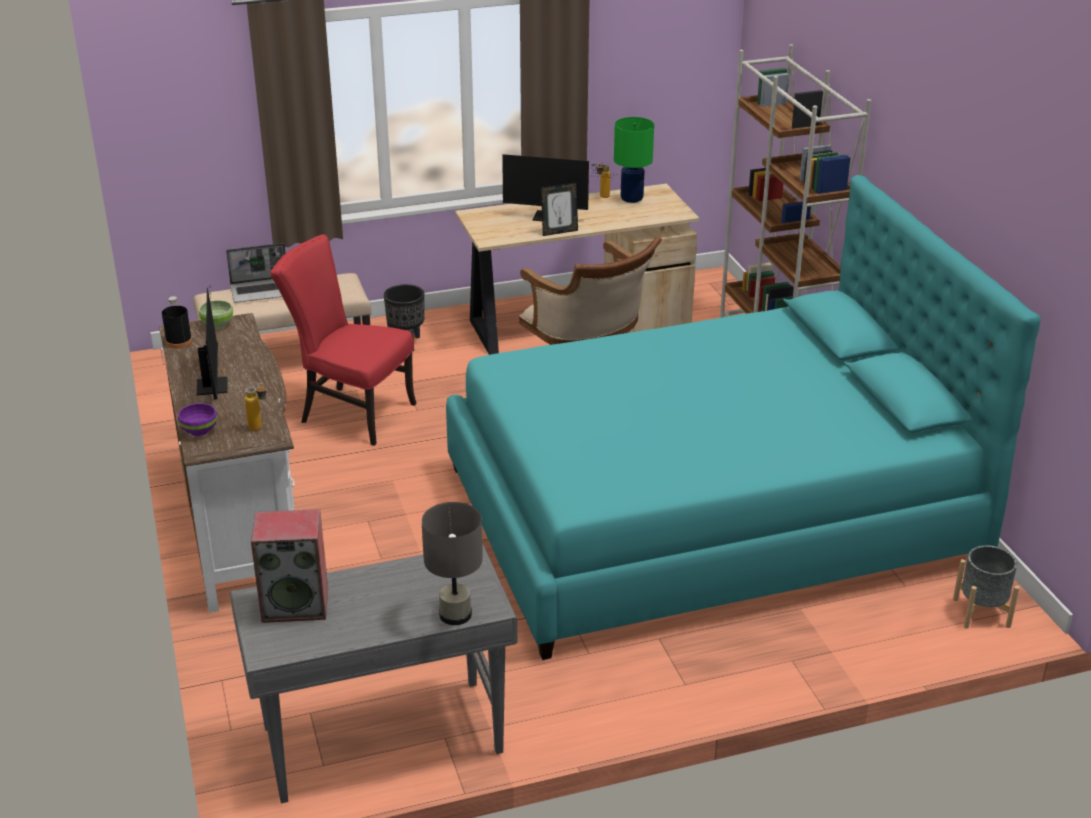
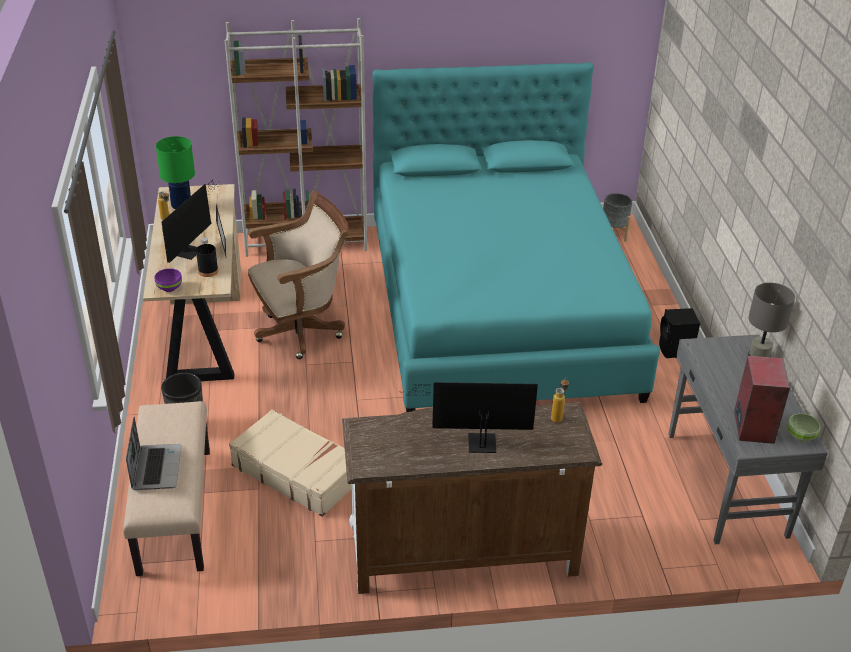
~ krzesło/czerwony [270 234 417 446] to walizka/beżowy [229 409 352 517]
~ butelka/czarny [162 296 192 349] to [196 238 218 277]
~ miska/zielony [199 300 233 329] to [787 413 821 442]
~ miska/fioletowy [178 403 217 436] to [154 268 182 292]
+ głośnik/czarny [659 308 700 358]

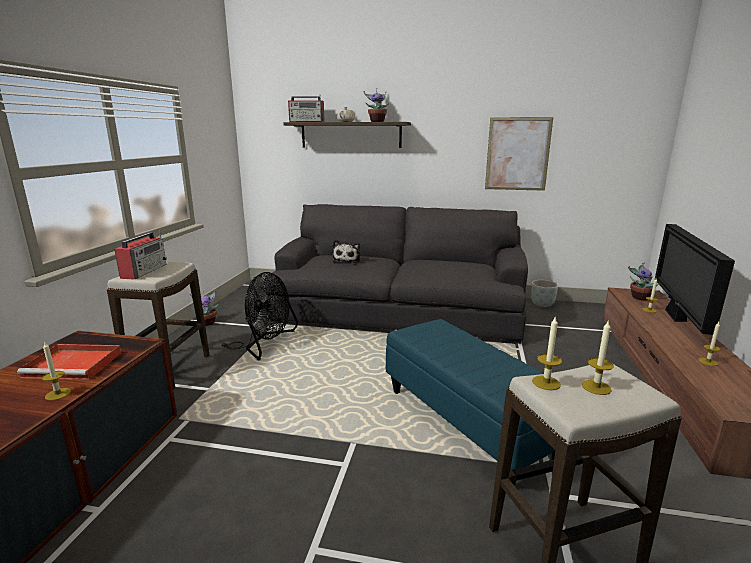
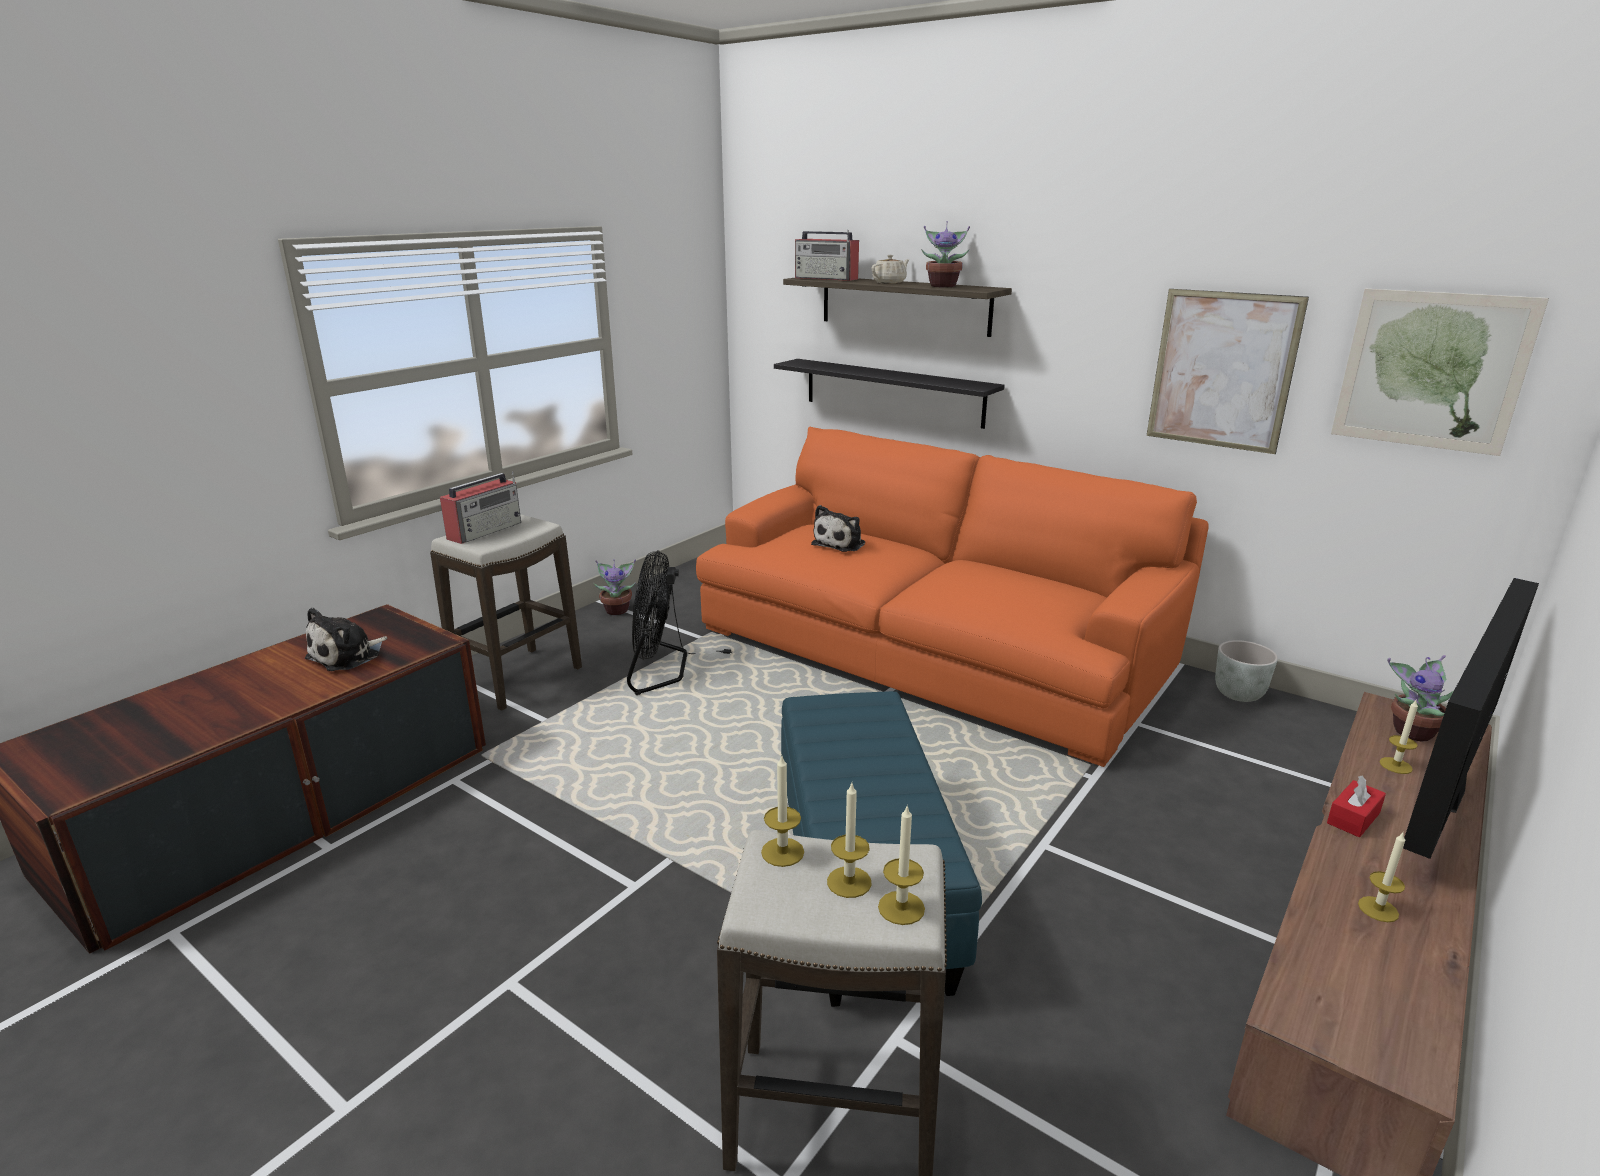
~ kanapa/szary [265 204 528 344] to kanapa/pomarańczowy [696 427 1209 767]
~ wentylator/czarny [221 272 298 361] = [627 550 733 695] 135 degrees clockwise
~ świeca [42 341 71 401] to [878 805 925 925]
~ taca/czerwony [17 344 121 380] to pluszak [305 608 387 671]
+ obraz [1331 289 1549 456]
+ półka/czarny [774 359 1005 429]
+ pudełko chusteczek/czerwony [1327 776 1386 837]

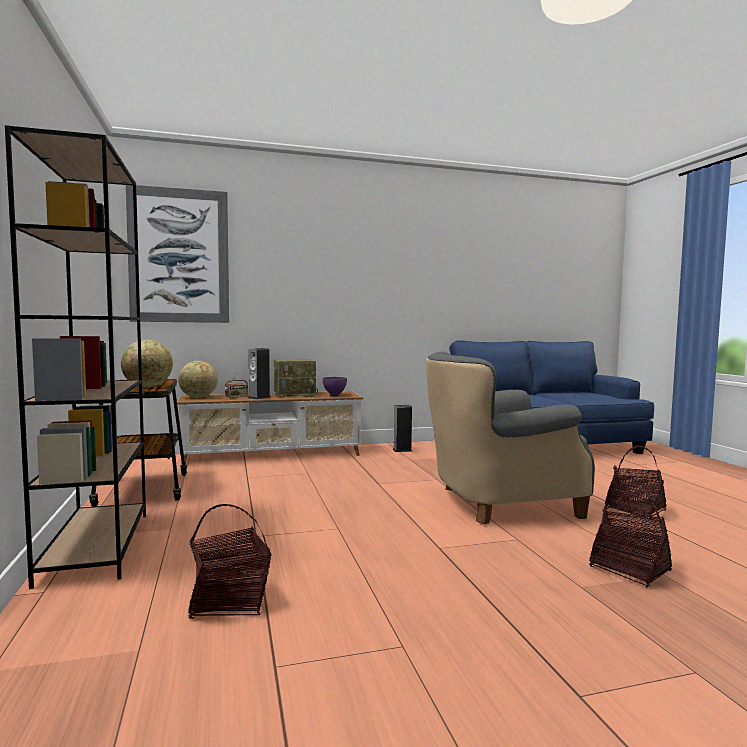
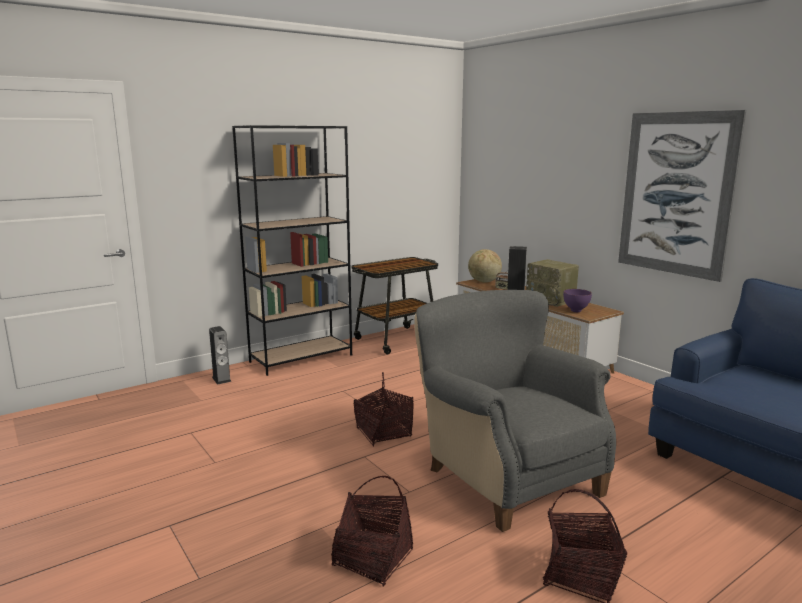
~ obraz [126 185 229 323] to [618 110 746 282]
- globus [121 340 173 388]
~ głośnik [393 405 412 452] to [209 326 232 385]
~ koszyk [188 504 272 619] to [354 372 413 446]

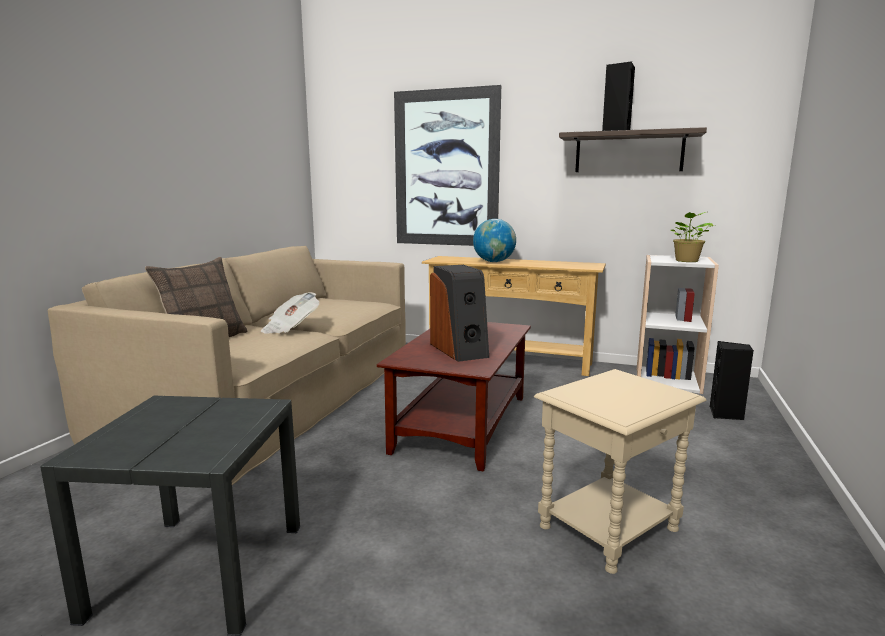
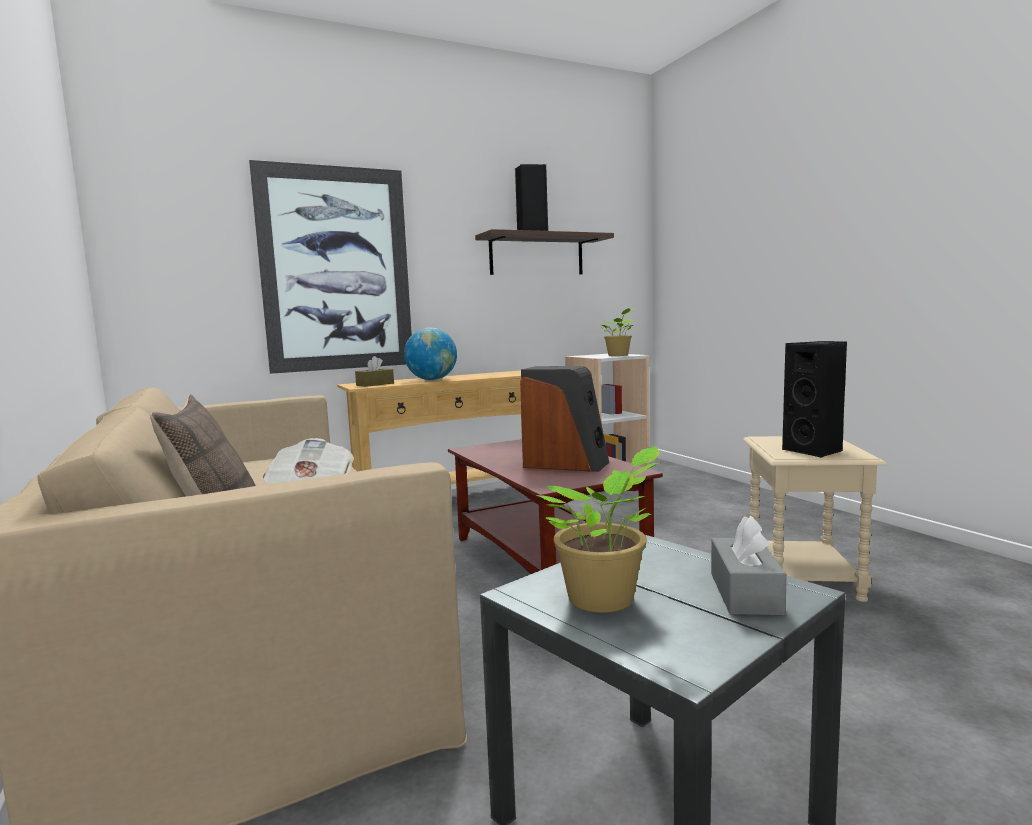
~ głośnik/czarny [710 341 754 420] to [782 341 847 458]
+ pudełko chusteczek/brązowy [355 356 394 387]
+ roślina doniczkowa [537 446 660 613]
+ pudełko chusteczek/szary [711 515 787 616]

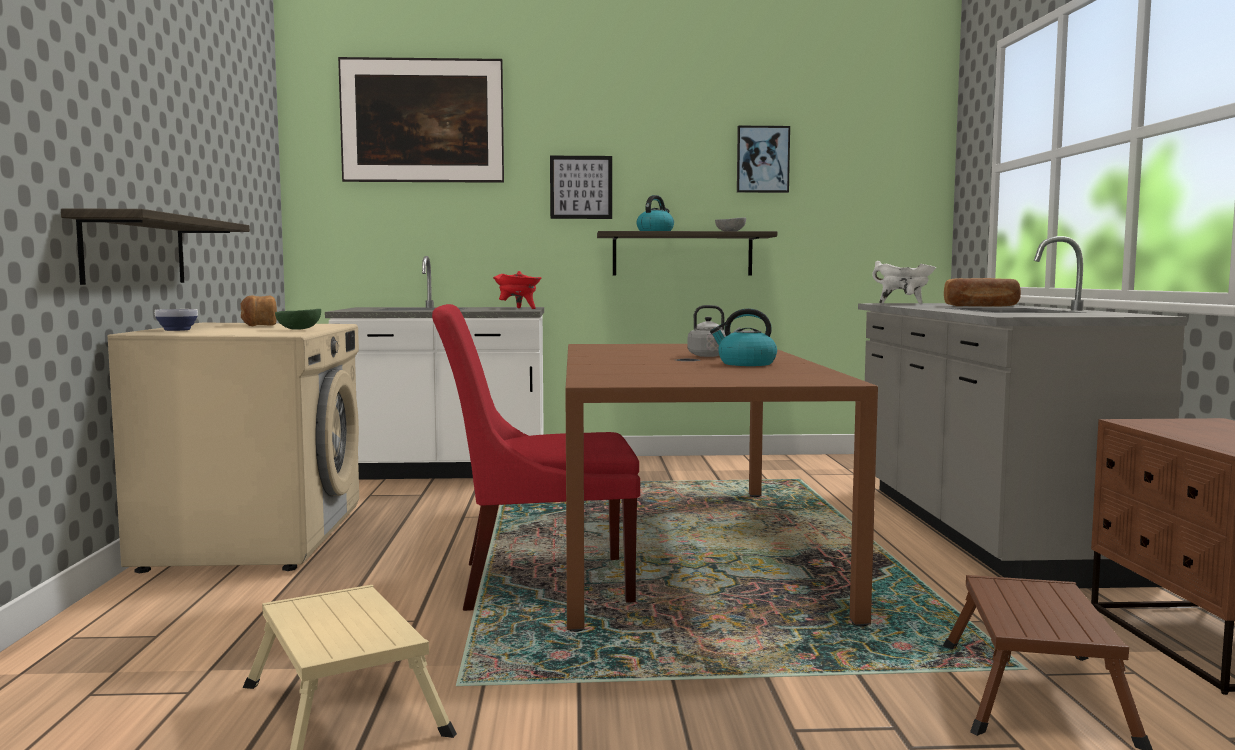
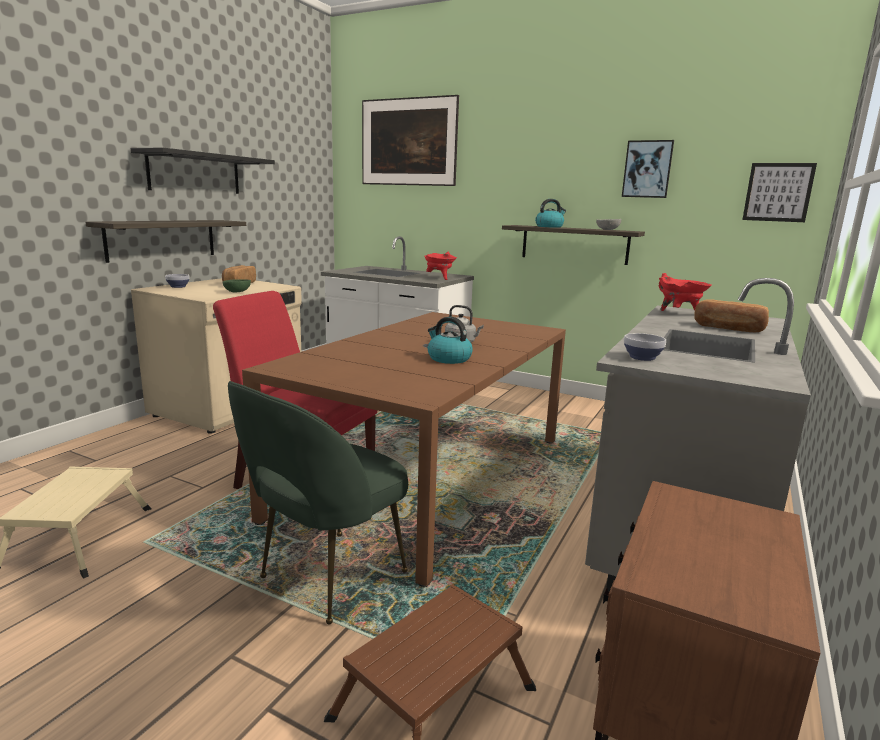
~ obraz [550 156 612 219] to [742 163 817 222]
~ garnek/biały [872 261 936 304] to garnek/czerwony [658 273 712 311]
+ półka/czarny [131 147 275 194]
+ miska [624 333 666 361]
+ krzesło/zielony [228 381 408 625]

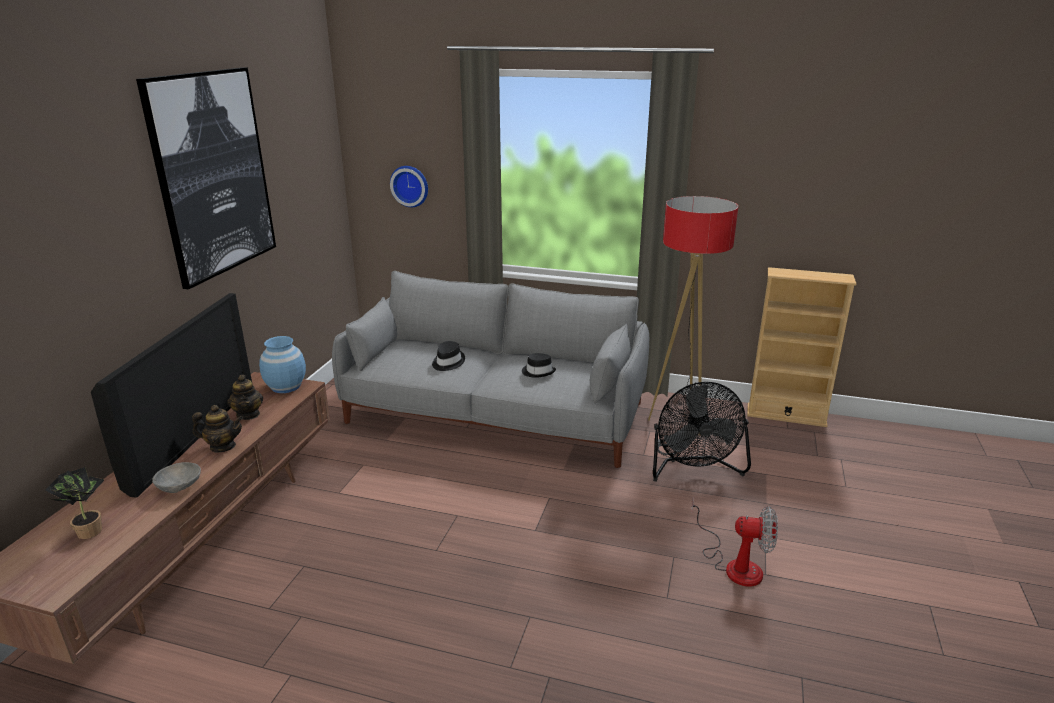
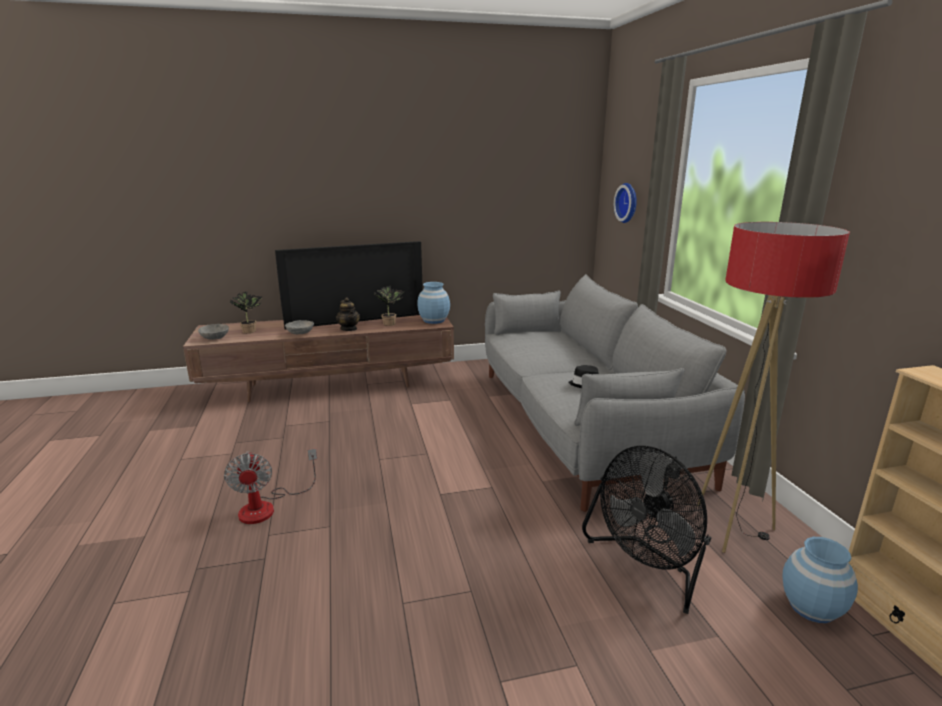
- obraz [136 67 276 289]
- kapelusz/czarny [432 341 465 371]
~ imbryk [227 375 263 420] to roślina doniczkowa [374 286 404 326]
~ wentylator [692 501 778 587] to [224 449 317 524]
+ miska/szary [198 324 229 340]
+ wazon/niebieski [782 537 858 623]

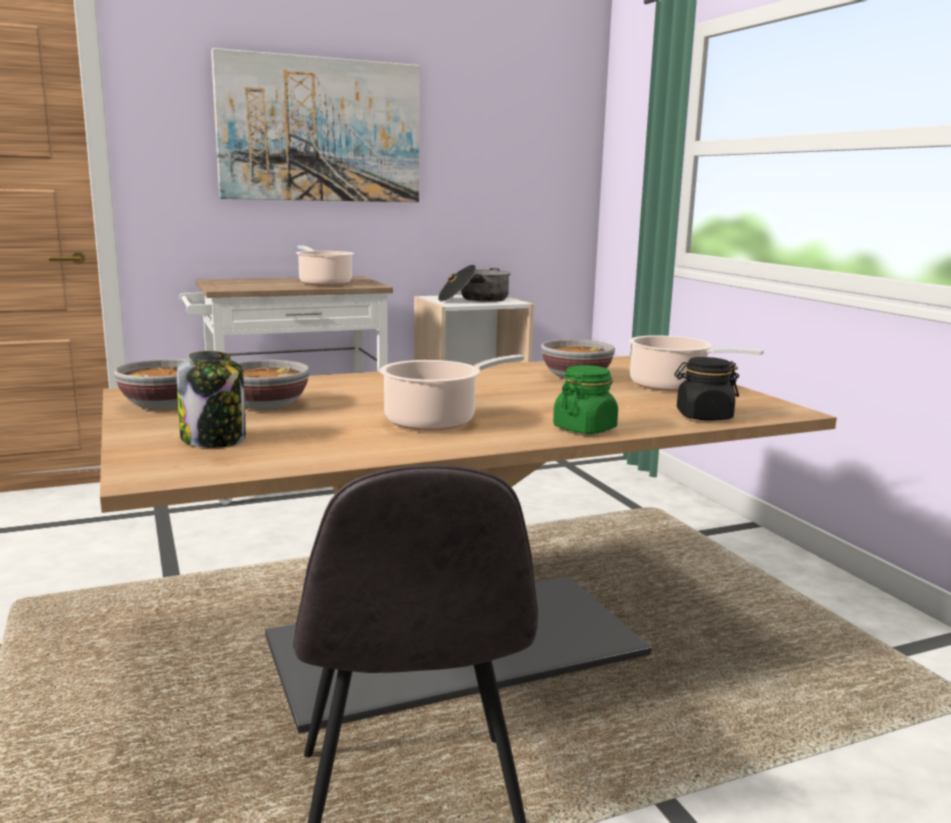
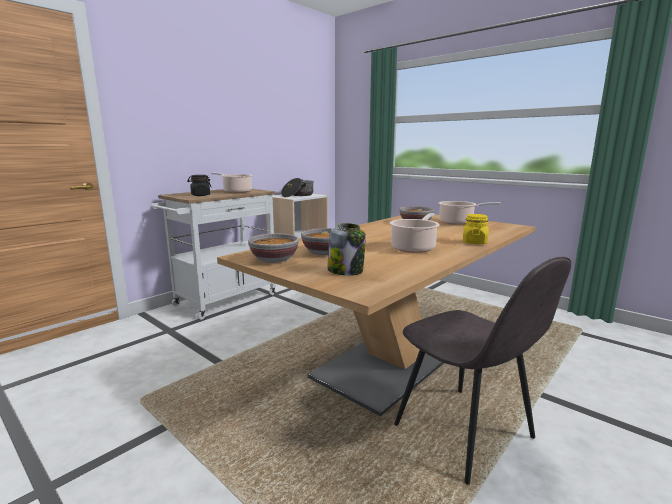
- obraz [211 48 420 202]
~ słoik/czarny [674 357 739 421] to [187 175 211 196]
~ słoik/zielony [553 365 618 434] to słoik/żółty [463 214 489 244]

